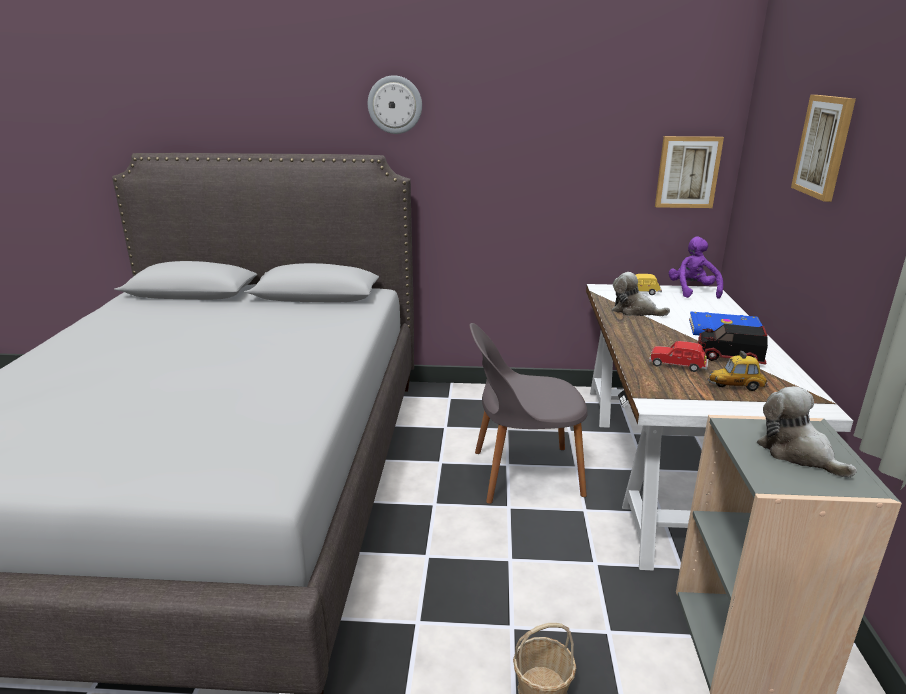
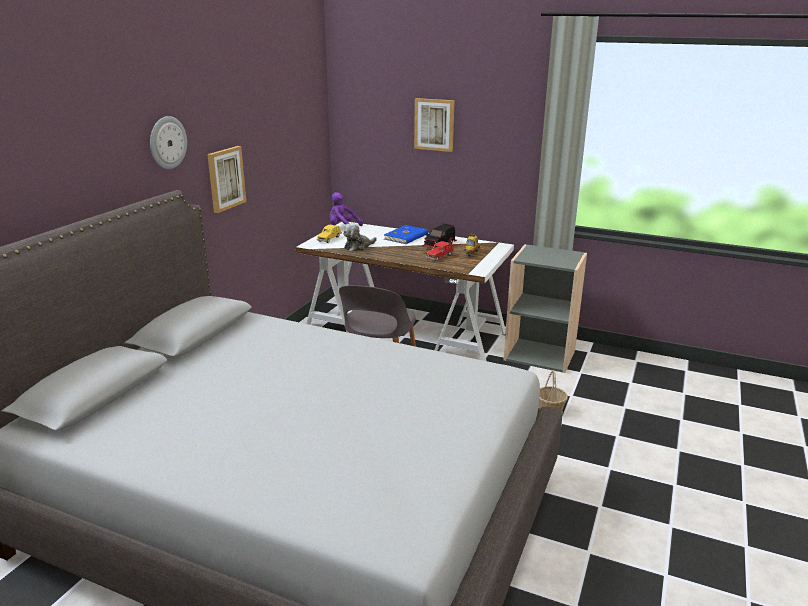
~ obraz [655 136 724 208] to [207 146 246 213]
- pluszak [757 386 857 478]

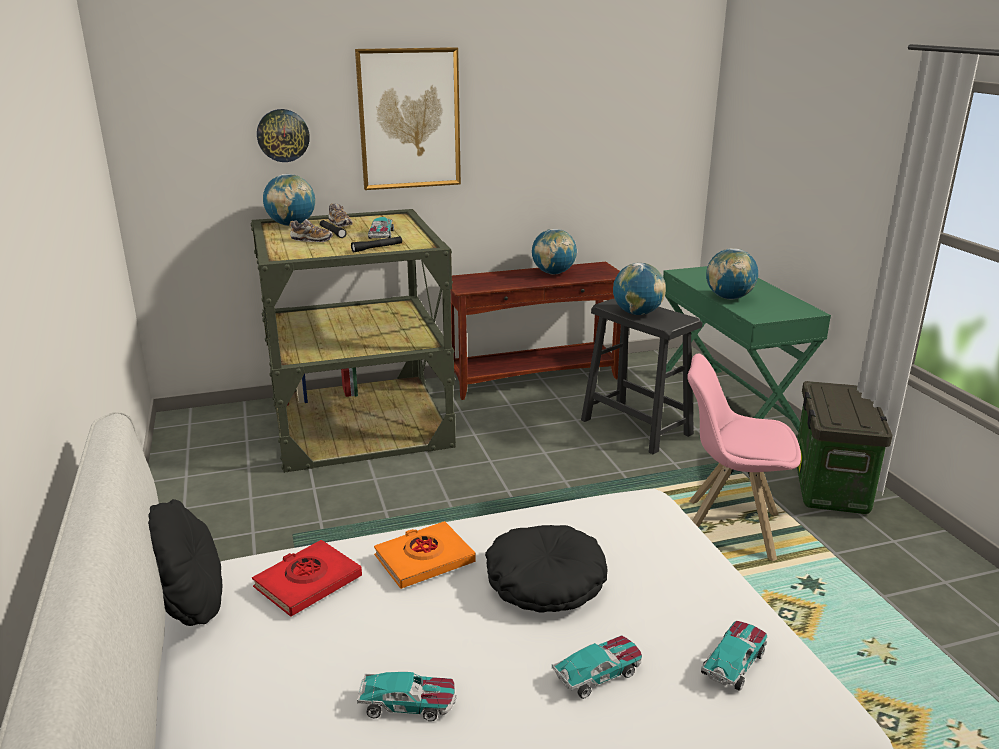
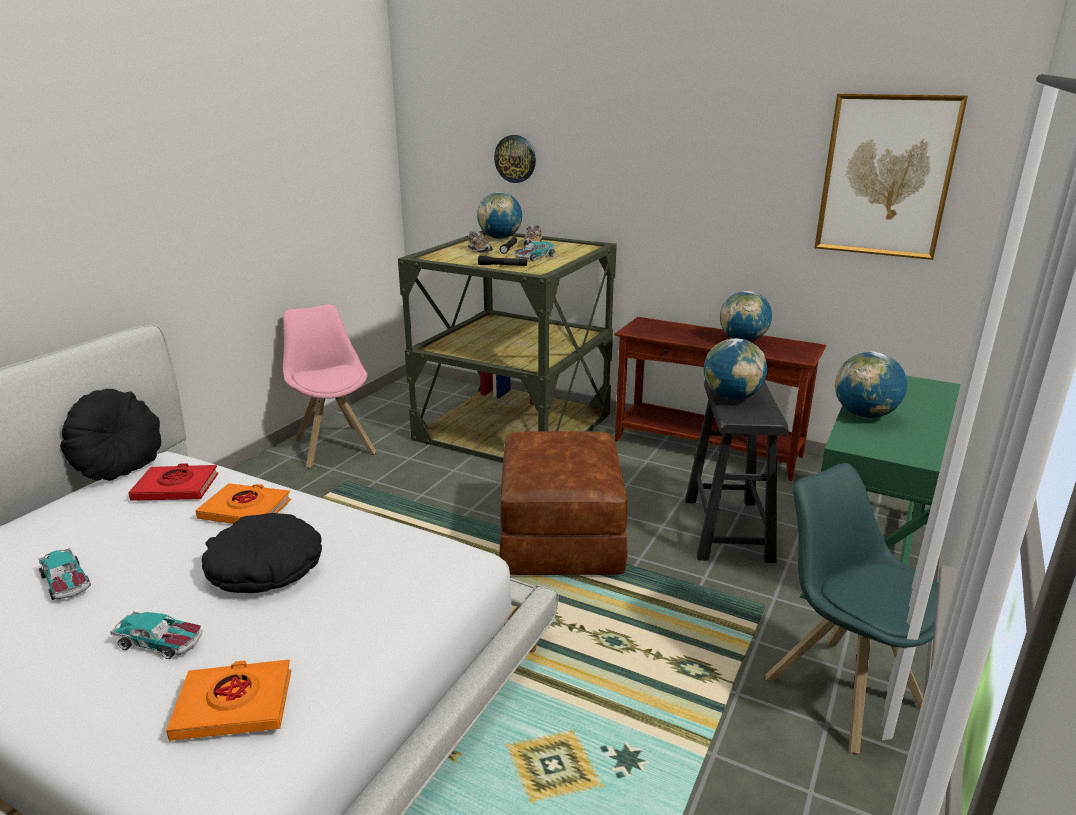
~ obraz [355 47 461 190] to [814 94 968 260]
~ krzesło/różowy [687 353 801 561] to [283 304 376 468]
~ pojemnik do przechowywania [797 381 893 514] to krzesło/turkusowy [765 463 938 754]
~ samochodzik [701 621 767 691] to książka/pomarańczowy [166 659 291 741]
+ pufa/brązowy [499 431 628 575]

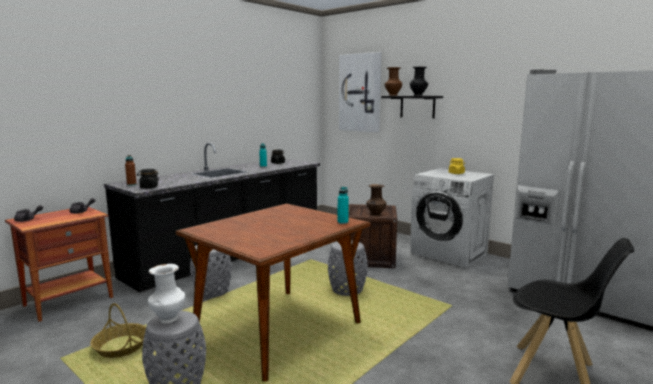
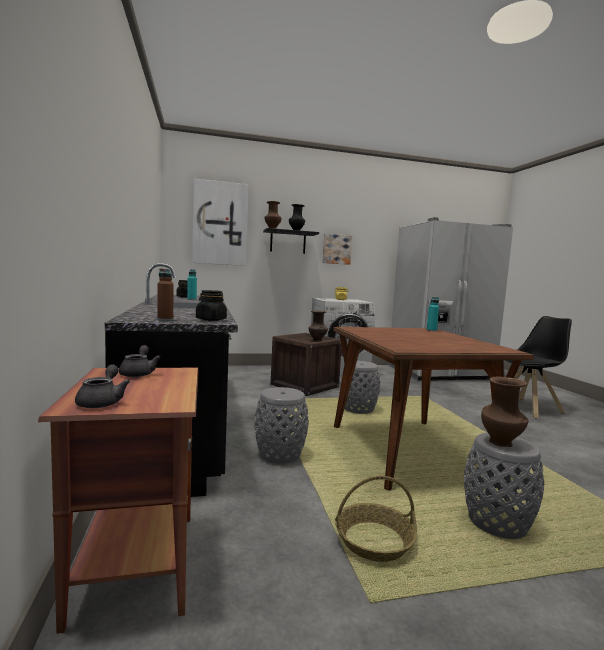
~ wazon/biały [148 264 185 323] to wazon/brązowy [481 377 529 447]
+ obraz [322 234 352 265]

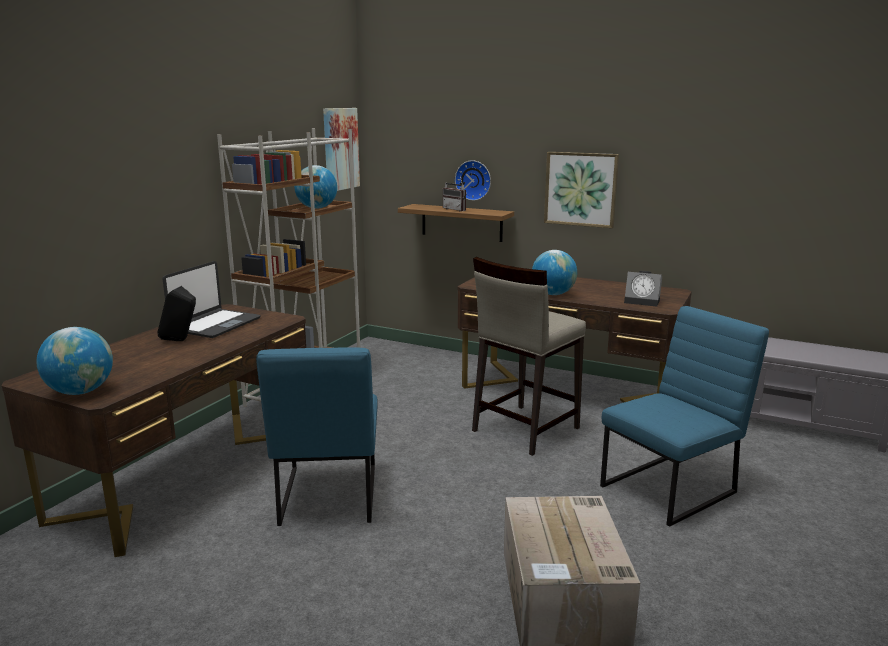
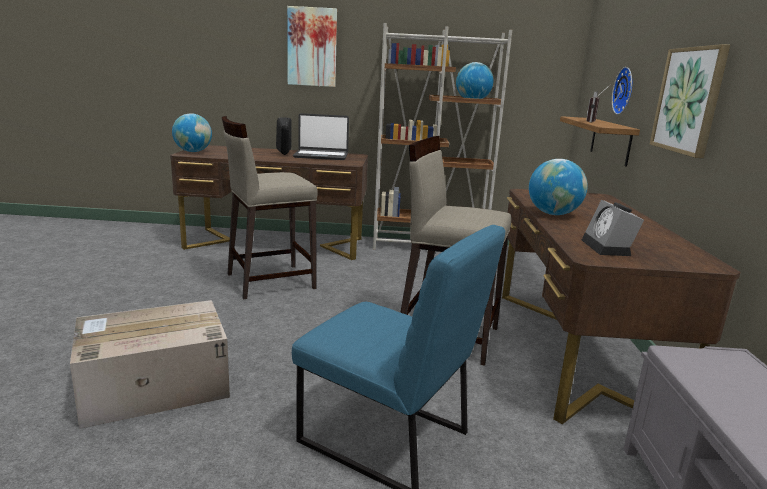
~ obraz [323 108 360 191] to [287 6 337 87]
~ krzesło/niebieski [256 348 378 526] to stołek/beżowy [222 116 318 299]

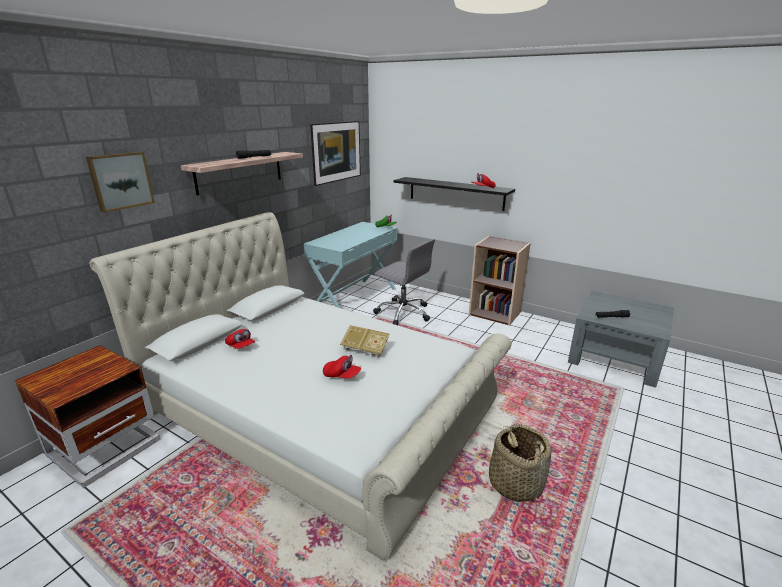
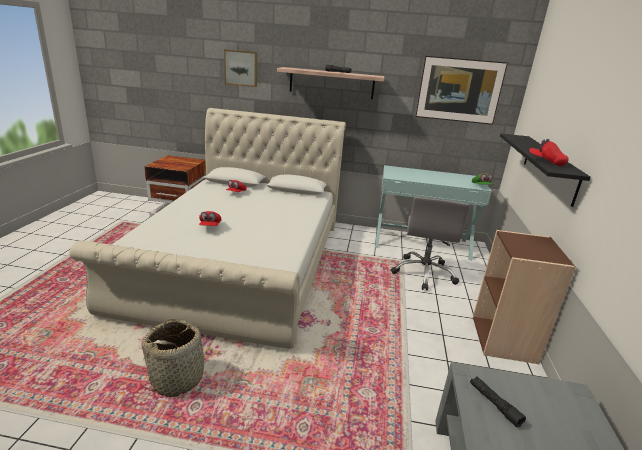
- książka [340 325 390 358]

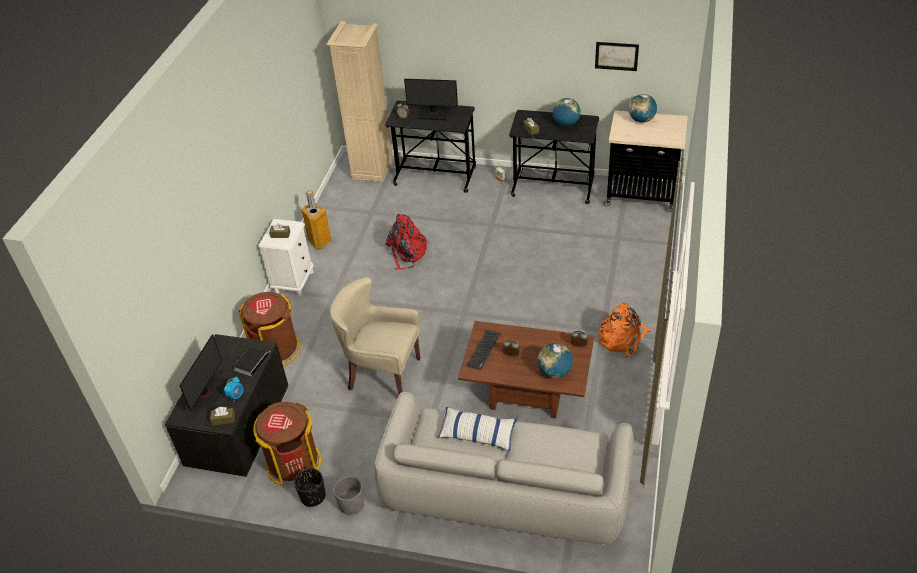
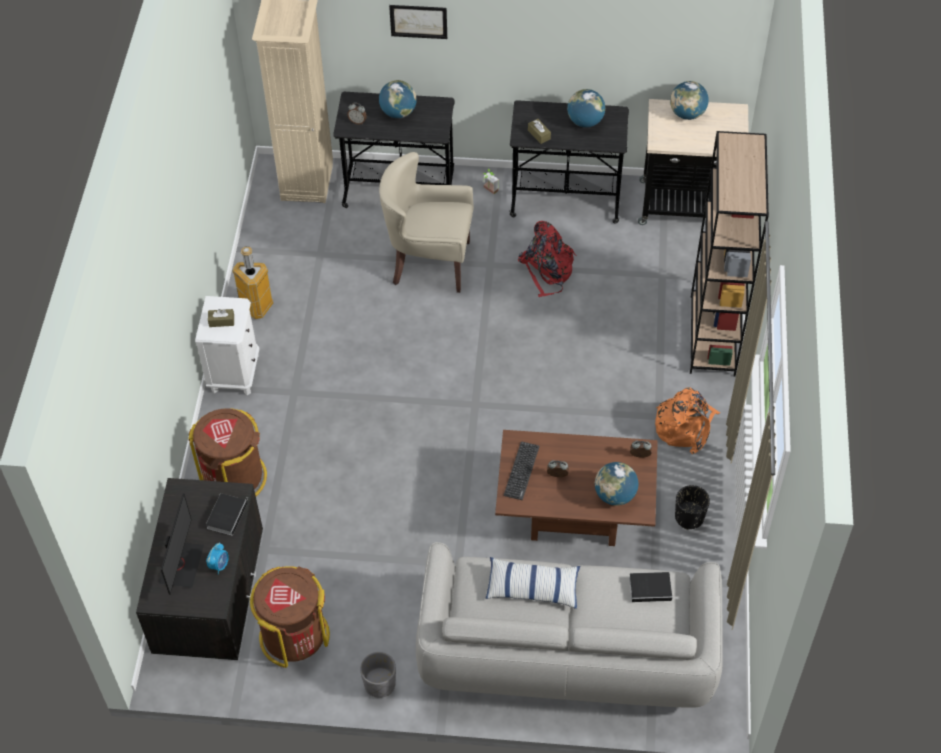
~ obraz [595 42 639 71] to [389 5 447 39]
~ monitor [404 79 458 120] to globus [379 80 417 118]
~ plecak/czerwony [385 214 429 270] to [518 221 577 297]
~ fotel/beżowy [330 277 420 395] to [379 152 474 293]
- pudełko chusteczek/brązowy [210 407 235 425]
~ donica/czarny [294 468 325 507] to [675 485 710 530]
+ regał/beżowy [690 131 769 377]
+ książka [629 572 676 602]

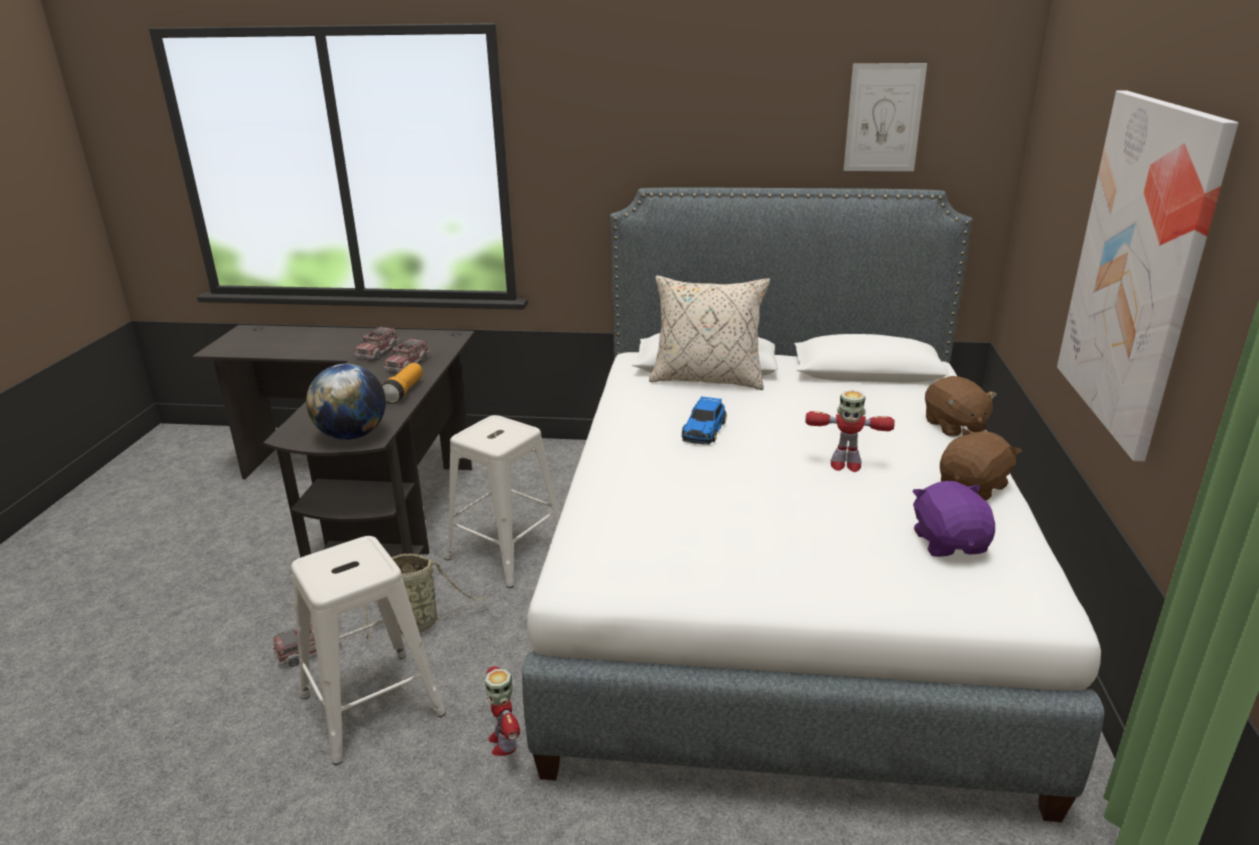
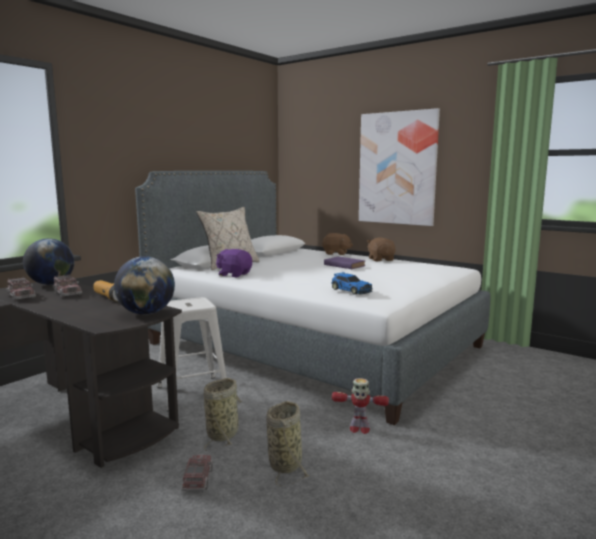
- obraz [843 63 927 171]
~ robot zabawkowy [805 391 895 472] to książka/fioletowy [324 257 365 269]
~ samochodzik [682 396 727 445] to [331 272 373 295]
~ pluszak/fioletowy [912 481 995 557] to [216 249 252 277]
~ stołek/biały [291 536 446 765] to koszyk [266 401 309 486]
+ globus [23 238 75 285]

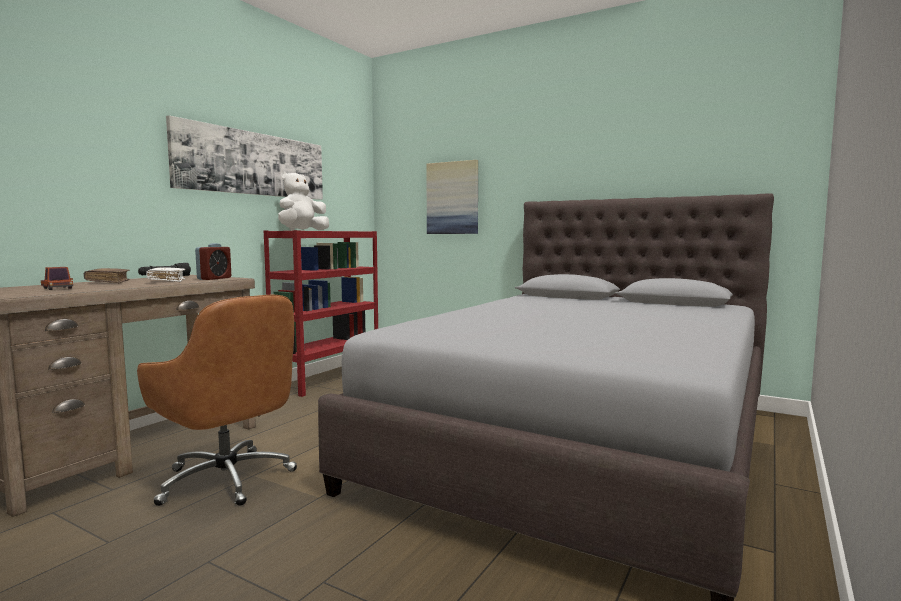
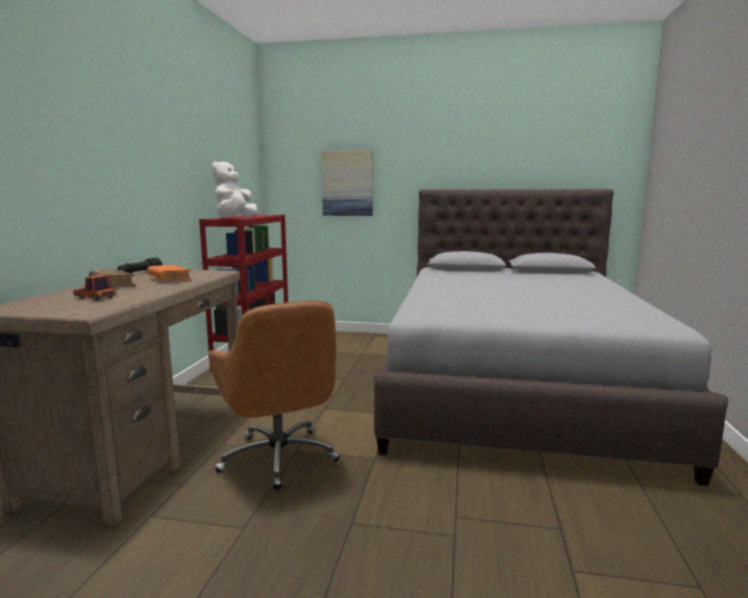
- obraz [166 115 323 200]
- budzik [195 243 231 280]
~ książka/biały [146 267 185 282] to książka/pomarańczowy [147 265 192 281]
~ krzesło biurowe/brązowy [137 295 297 506] = [208 301 339 490] 45 degrees clockwise

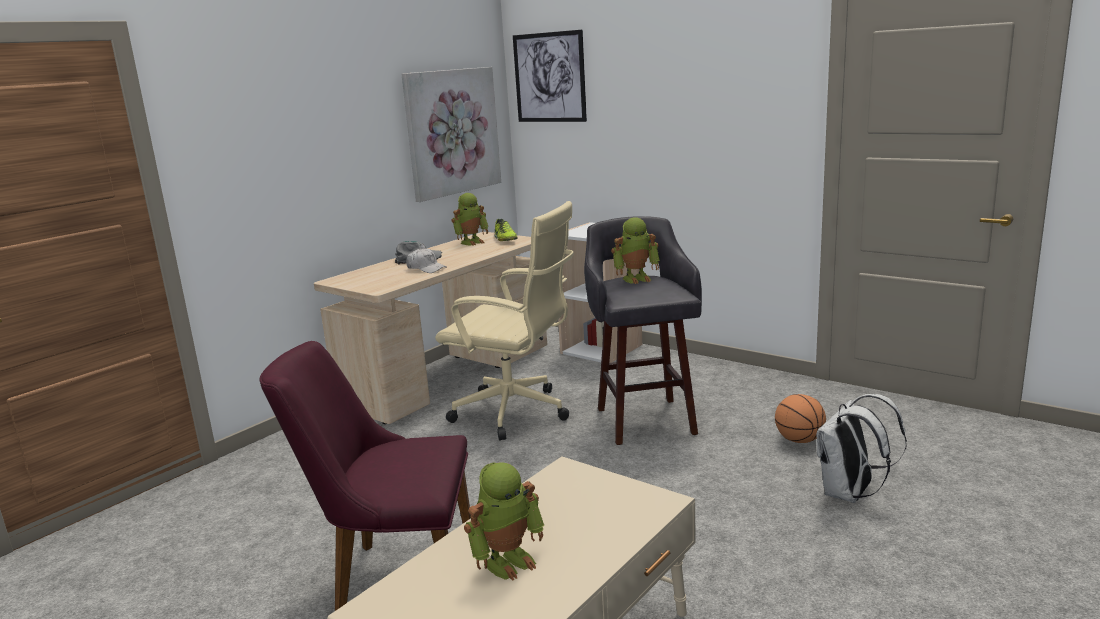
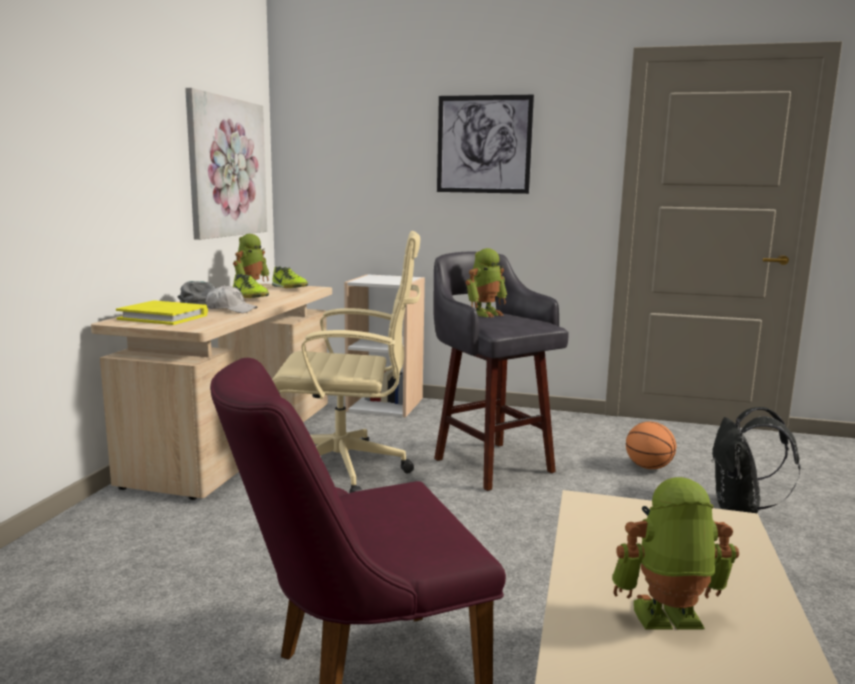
~ obraz [513 30 587 122] to [437 95 534 194]
~ plecak/biały [816 394 907 503] to plecak/czarny [712 407 801 513]
~ robot zabawkowy [464 462 544 580] = [612 477 739 630] 120 degrees counterclockwise
+ but [233 274 269 298]
+ książka/żółty [116 301 208 325]

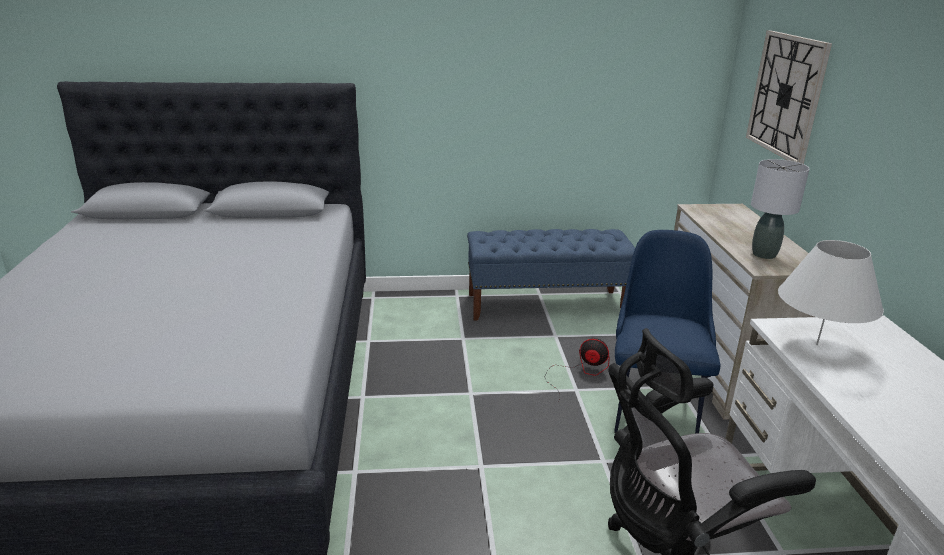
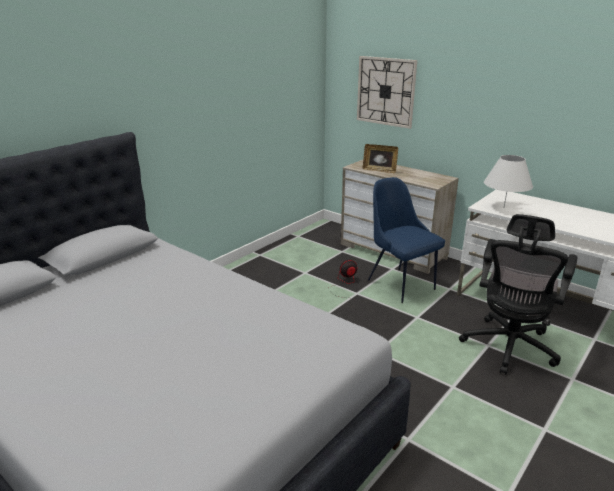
- lampa stołowa/szary [751 159 809 259]
- ławka/niebieski [467 229 635 321]
+ ramka na zdjęcie [363 144 398 173]

